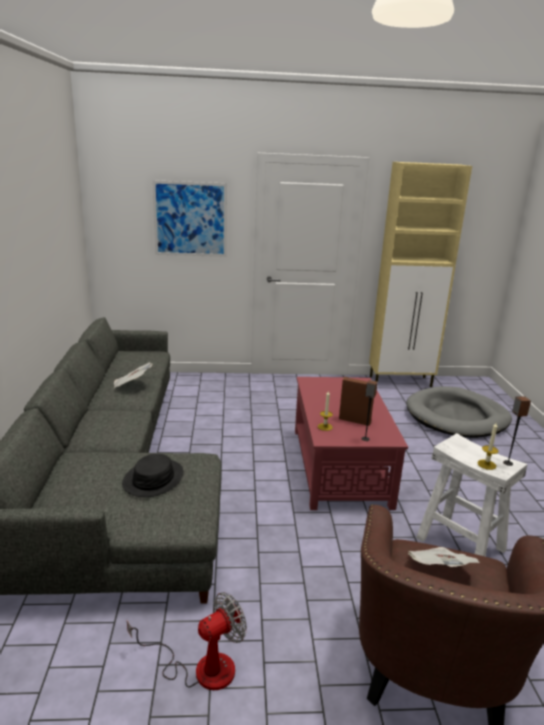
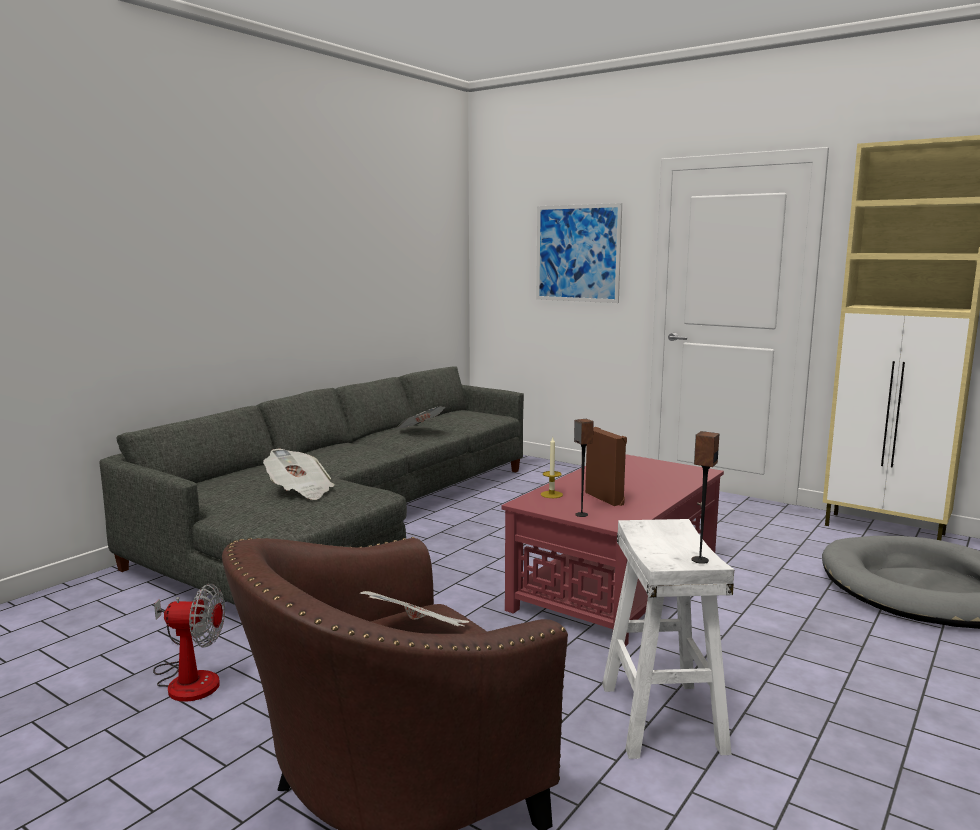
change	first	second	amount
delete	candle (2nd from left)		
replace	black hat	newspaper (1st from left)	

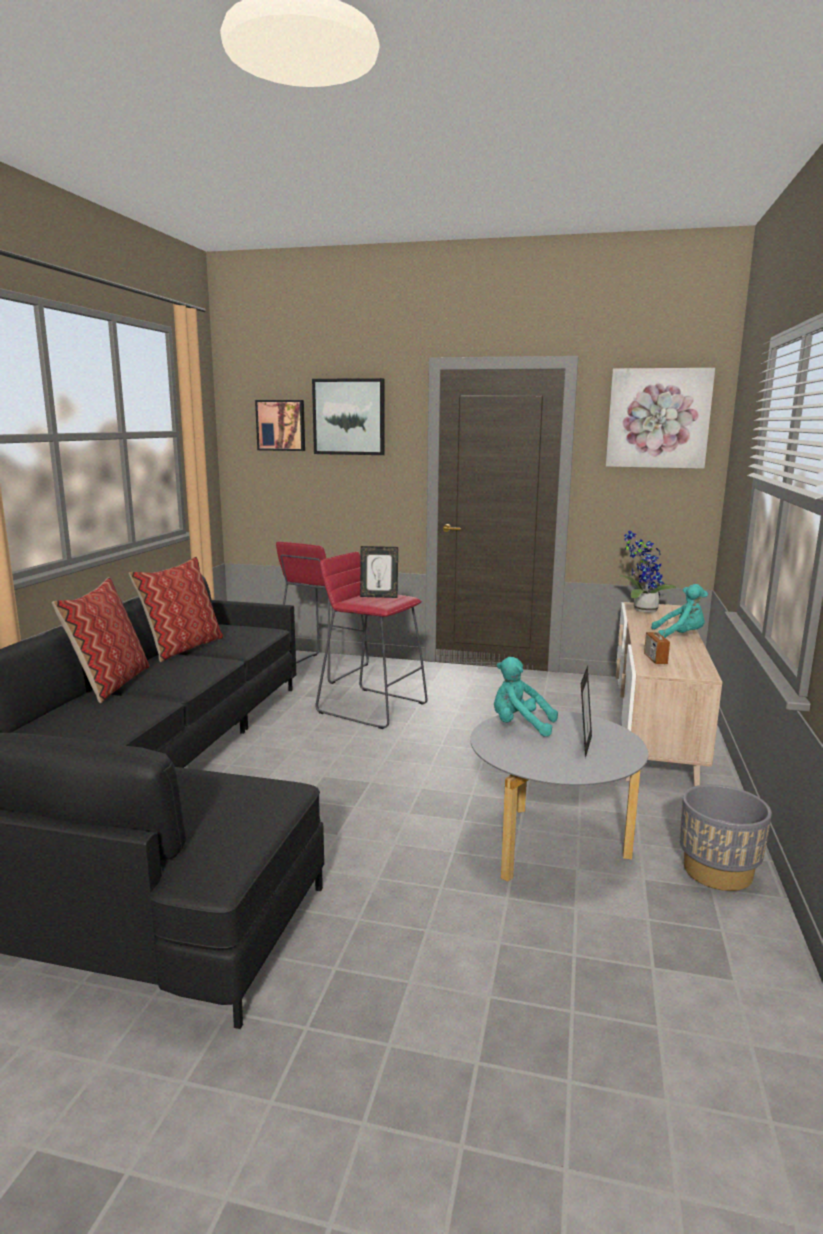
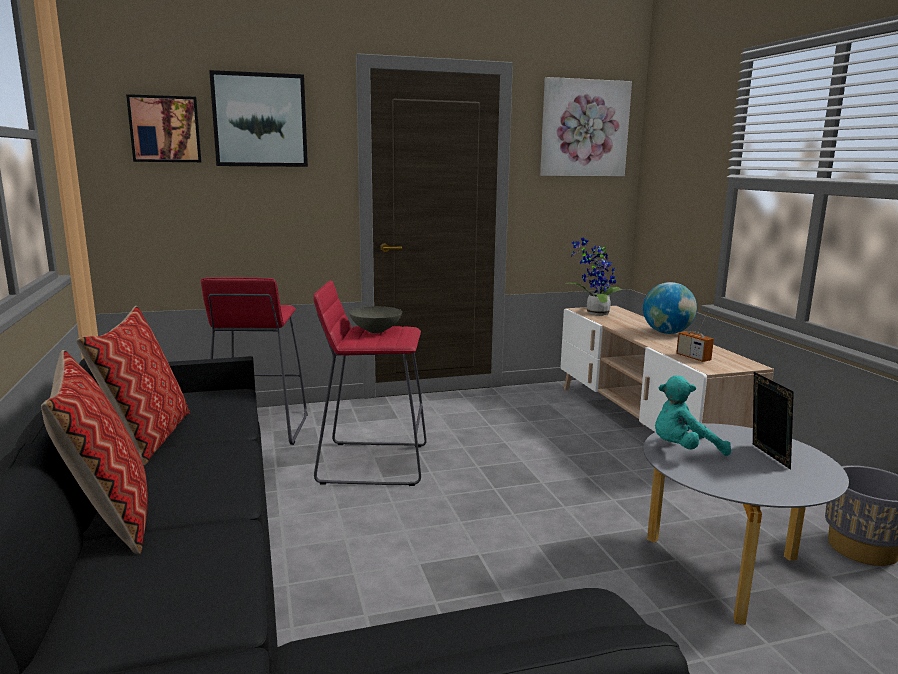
change	first	second	amount
replace	picture frame (1st from left)	grey bowl	
replace	turquoise plush toy (2nd from left)	globe	

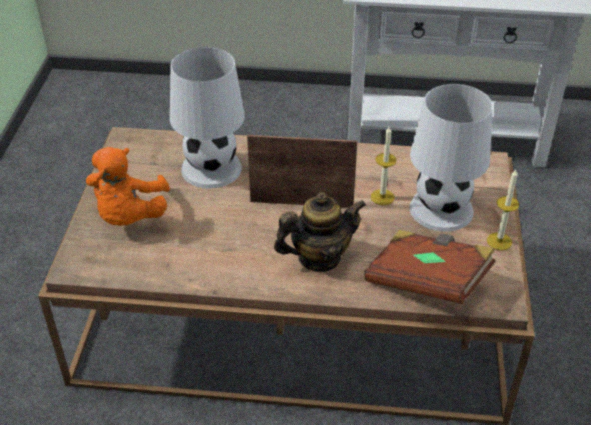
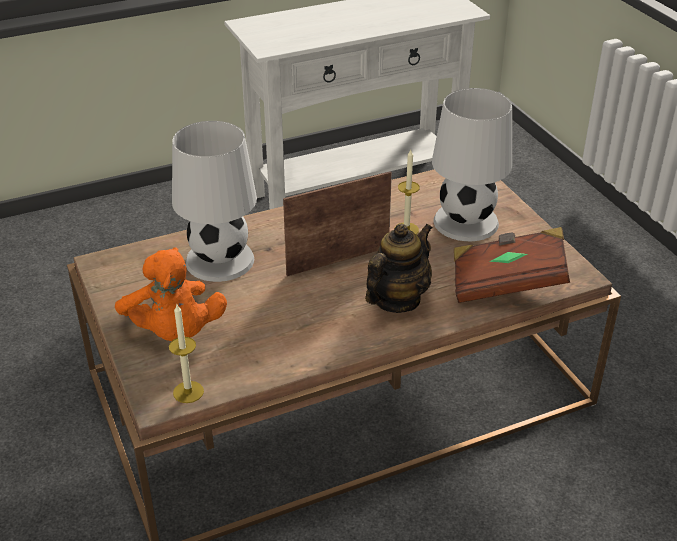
change	first	second	amount
move	candle (2nd from left in the first image)	candle (1st from left)	

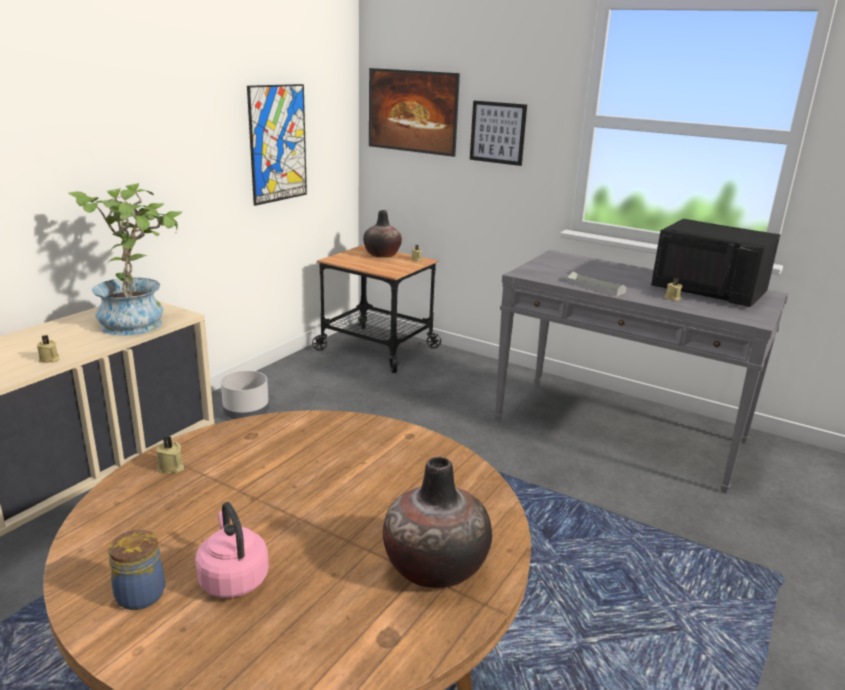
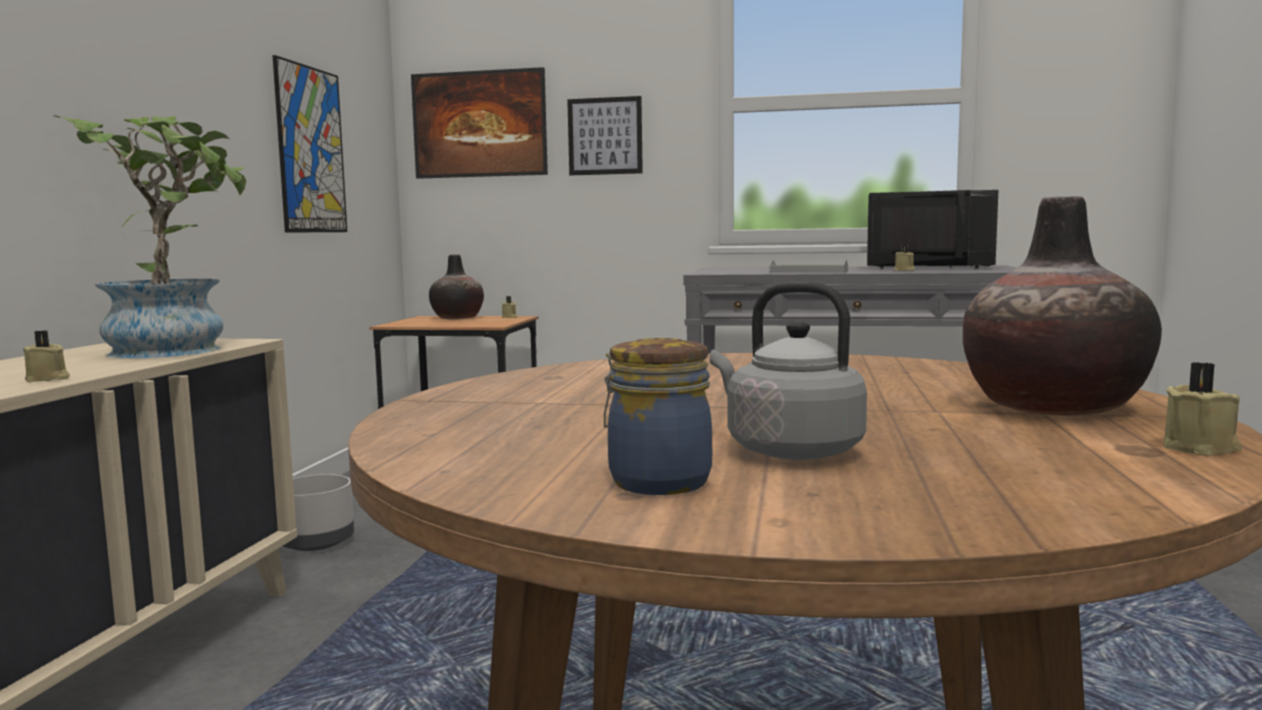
change	first	second	amount
move	beige candle (2nd from left in the first image)	beige candle (4th from left)	
recolor	pink kettle	grey kettle	

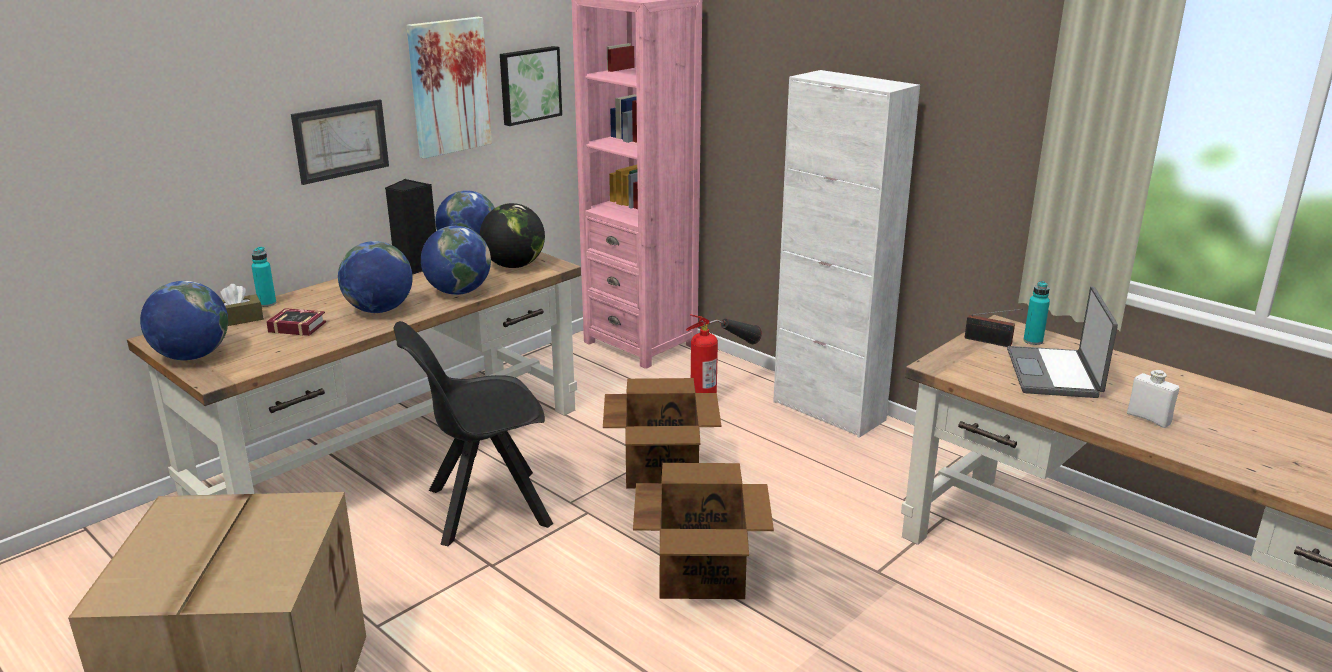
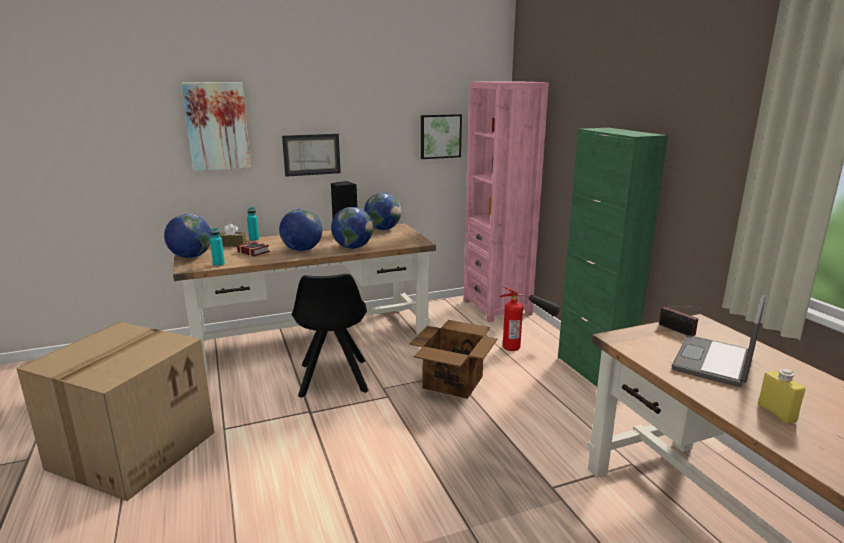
change	first	second	amount
move	picture (2nd from left in the first image)	picture (1st from left)	
recolor	white cabinet	green cabinet	
delete	globe (5th from left)		
move	turquoise bottle (2nd from left in the first image)	turquoise bottle (1st from left)	
rotate	black chair		105 degrees counterclockwise
recolor	white bottle	yellow bottle	
delete	cardboard box (3rd from left)		

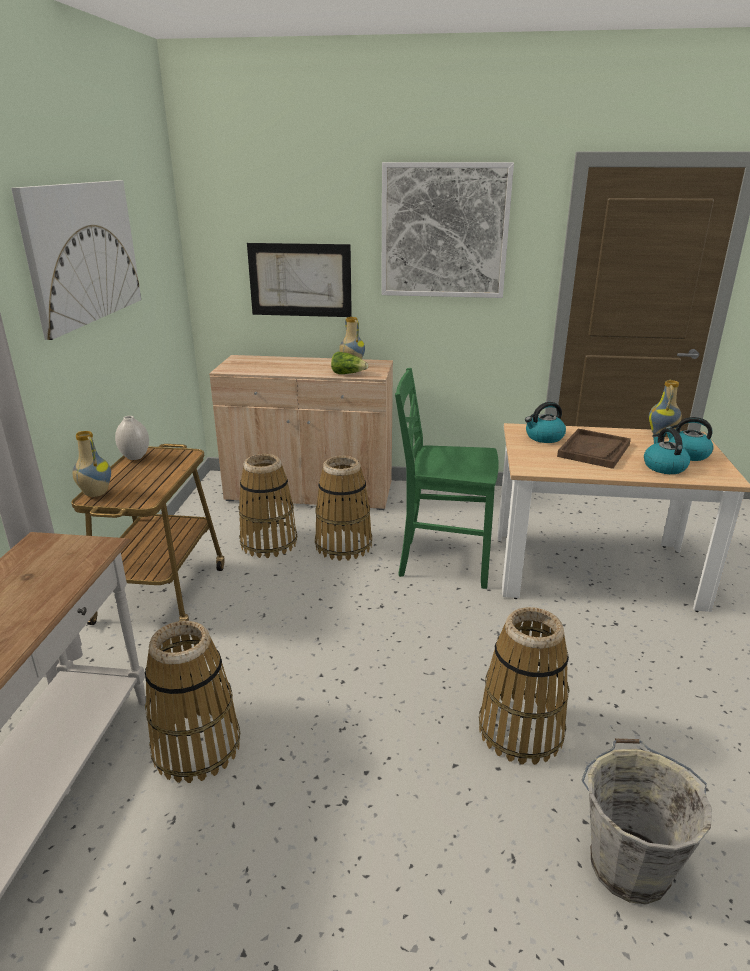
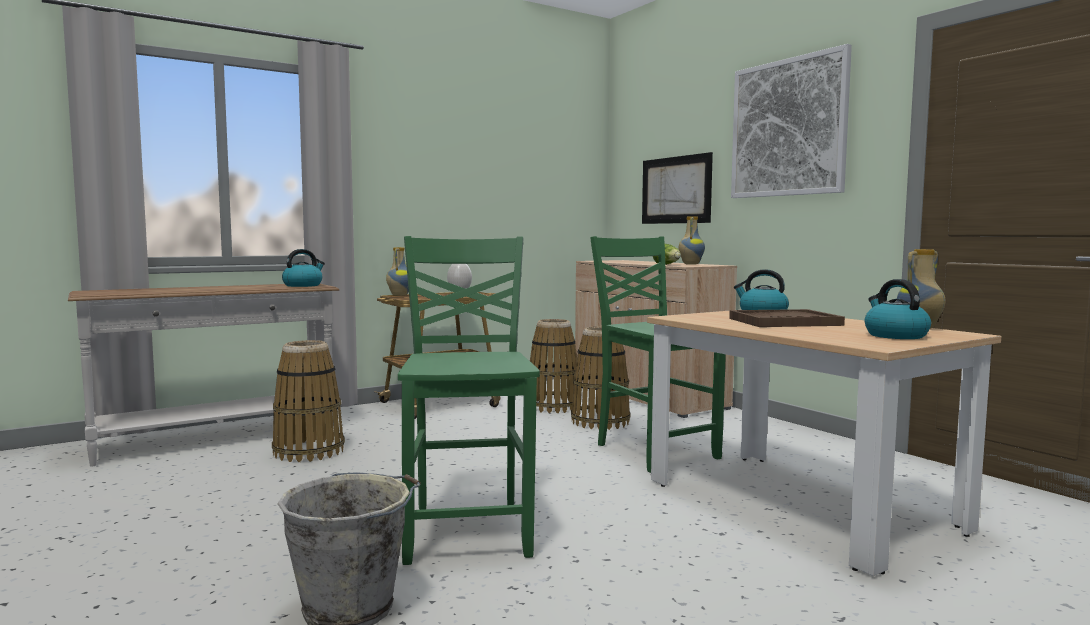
change	first	second	amount
delete	picture (1st from left)		
move	kettle (2nd from left in the first image)	kettle (1st from left)	
replace	basket (4th from left)	green chair (1st from left)	

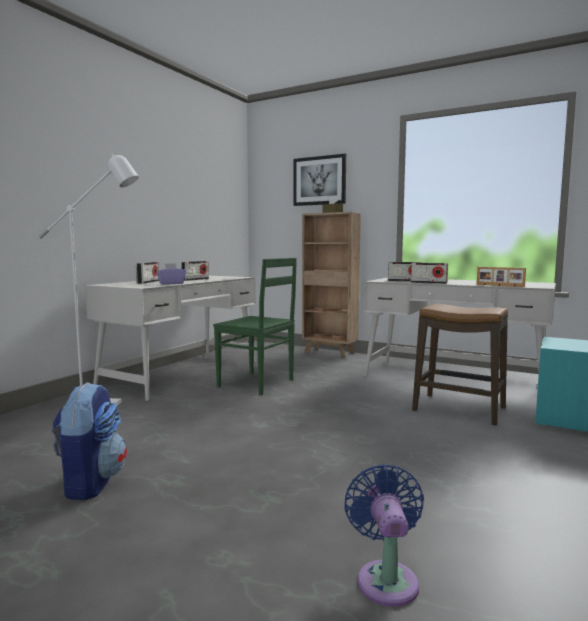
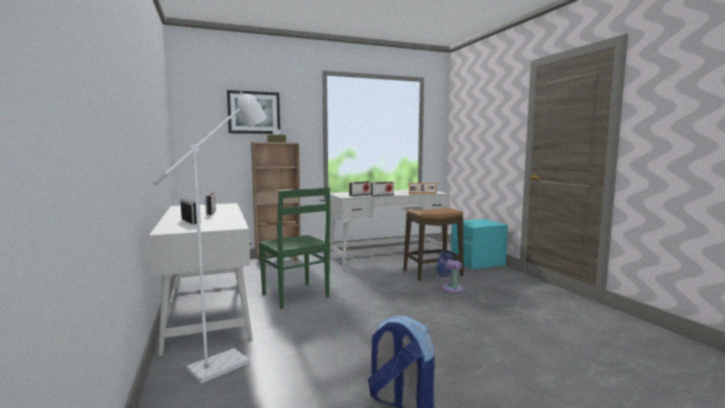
change	first	second	amount
rotate	green chair		75 degrees clockwise
delete	purple tissue box		
move	blue fan		

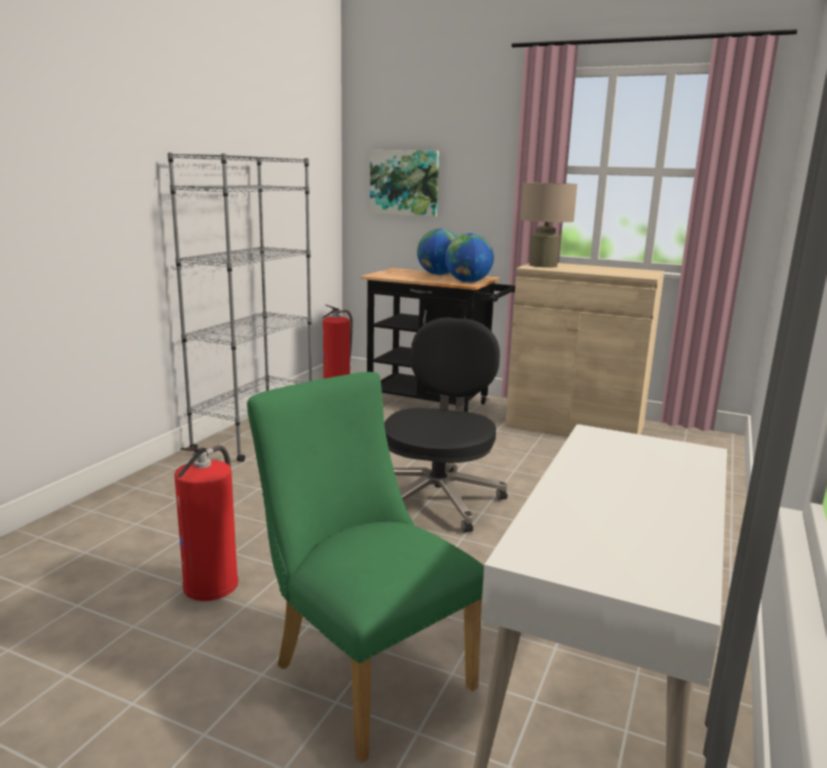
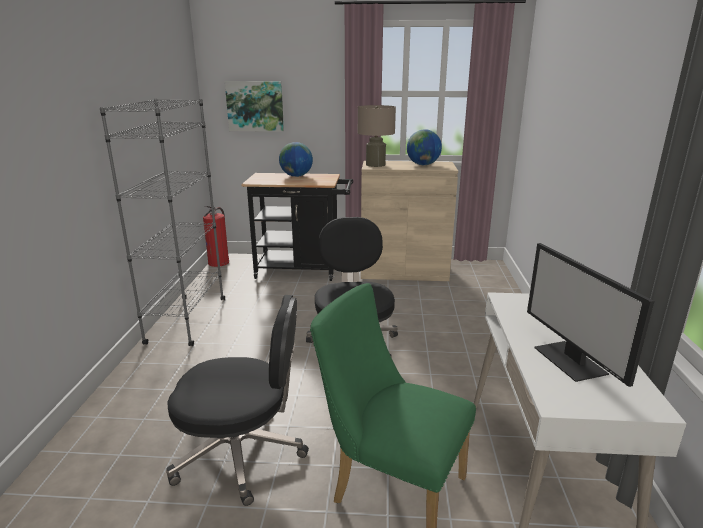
change	first	second	amount
move	globe (2nd from left)		
replace	fire extinguisher (1st from left)	black office chair (1st from left)	
insert		monitor	

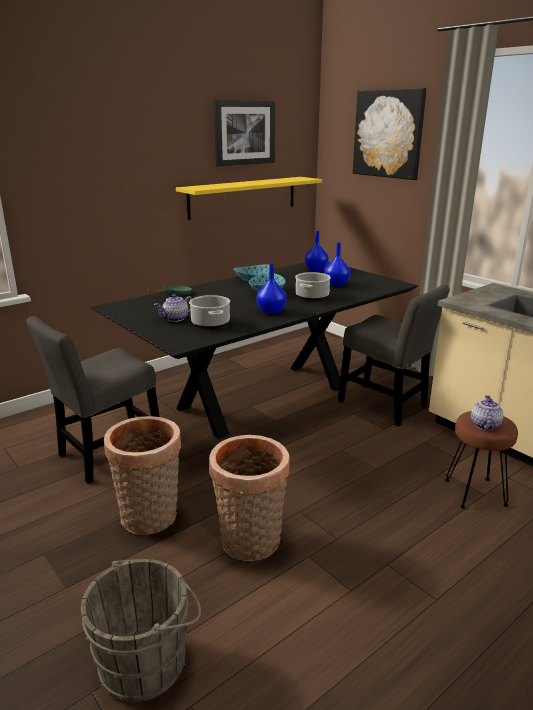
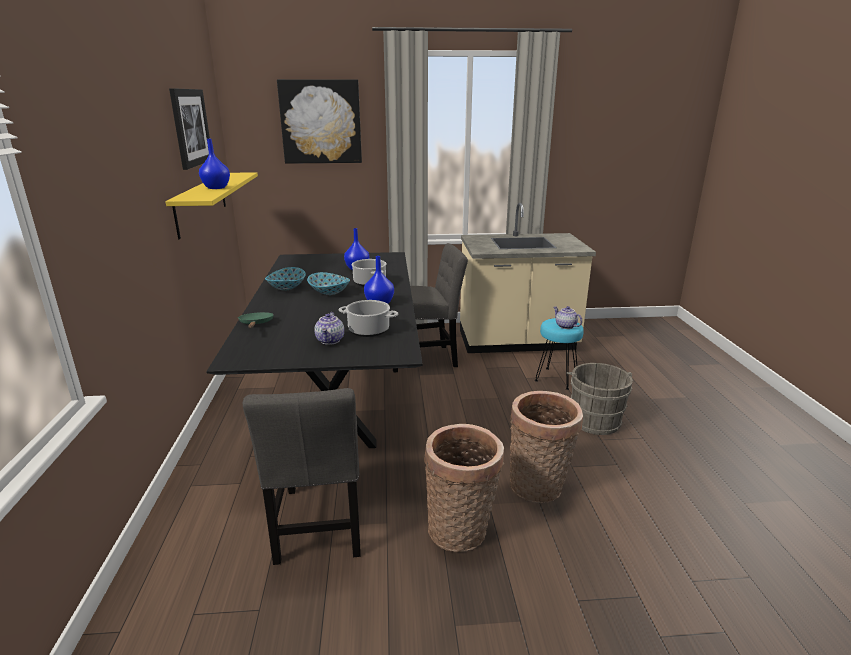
change	first	second	amount
move	blue vase (2nd from left in the first image)	blue vase (1st from left)	
recolor	brown stool	turquoise stool	
move	grey bucket		

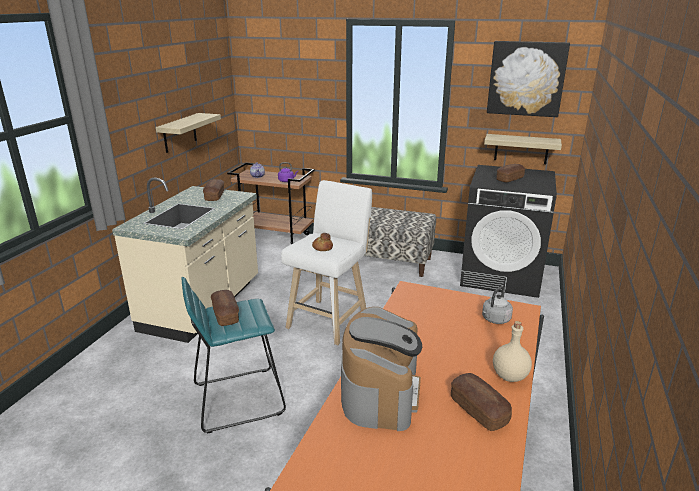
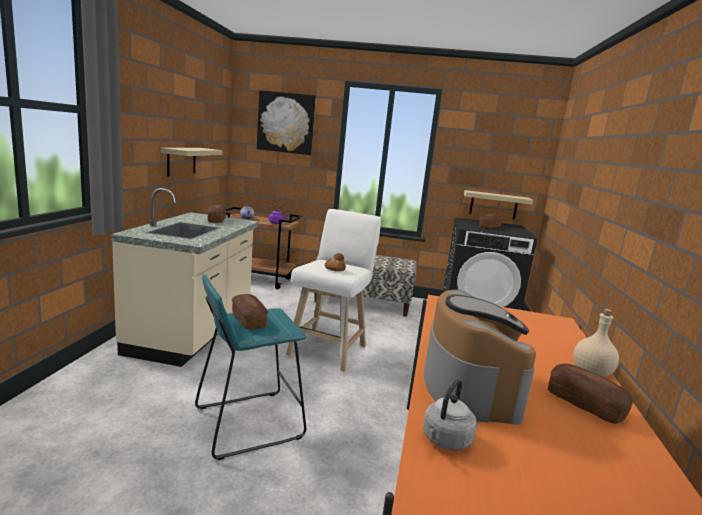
change	first	second	amount
move	picture		
move	grey kettle		

